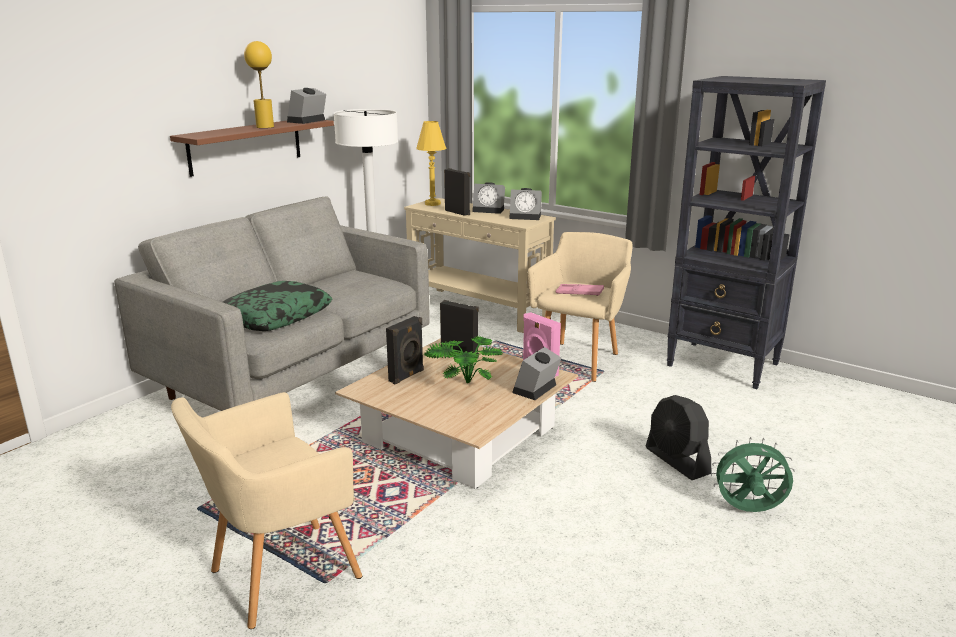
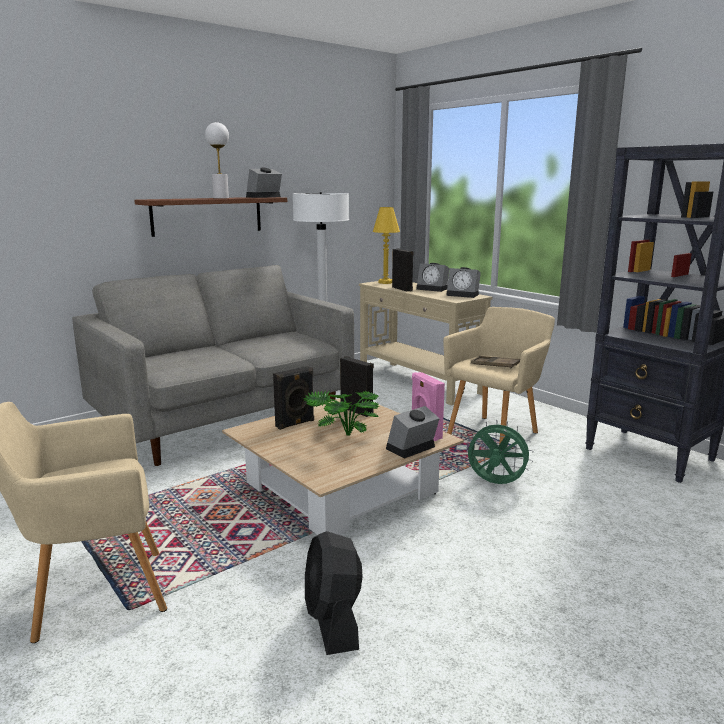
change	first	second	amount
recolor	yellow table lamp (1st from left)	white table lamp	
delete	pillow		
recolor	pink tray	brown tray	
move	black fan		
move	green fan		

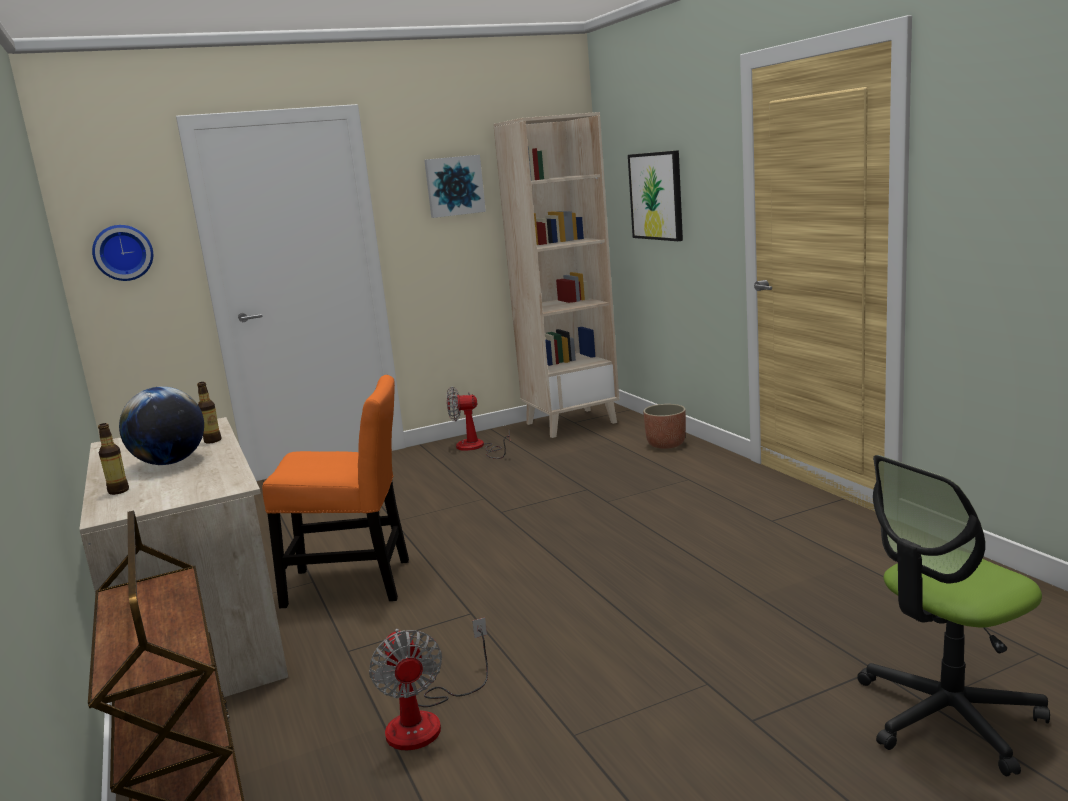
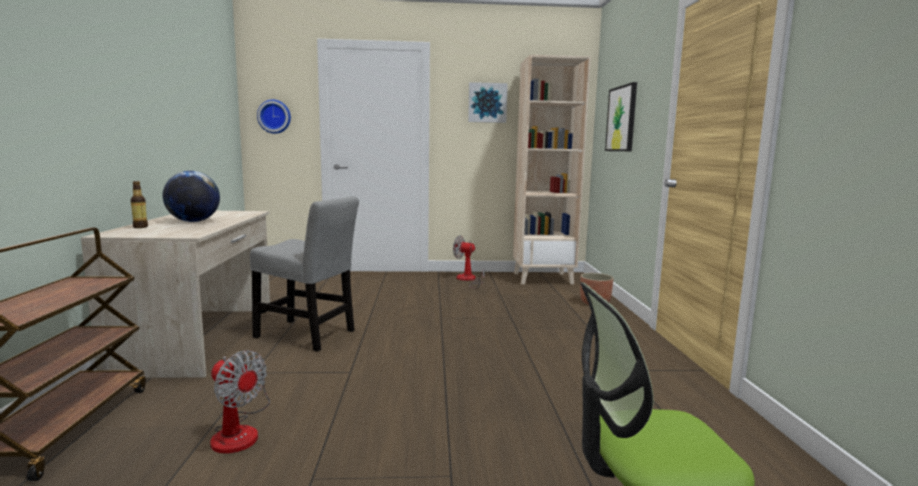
change	first	second	amount
recolor	orange chair	grey chair	
delete	bottle (2nd from left)		
rotate	fan (1st from left)		60 degrees counterclockwise

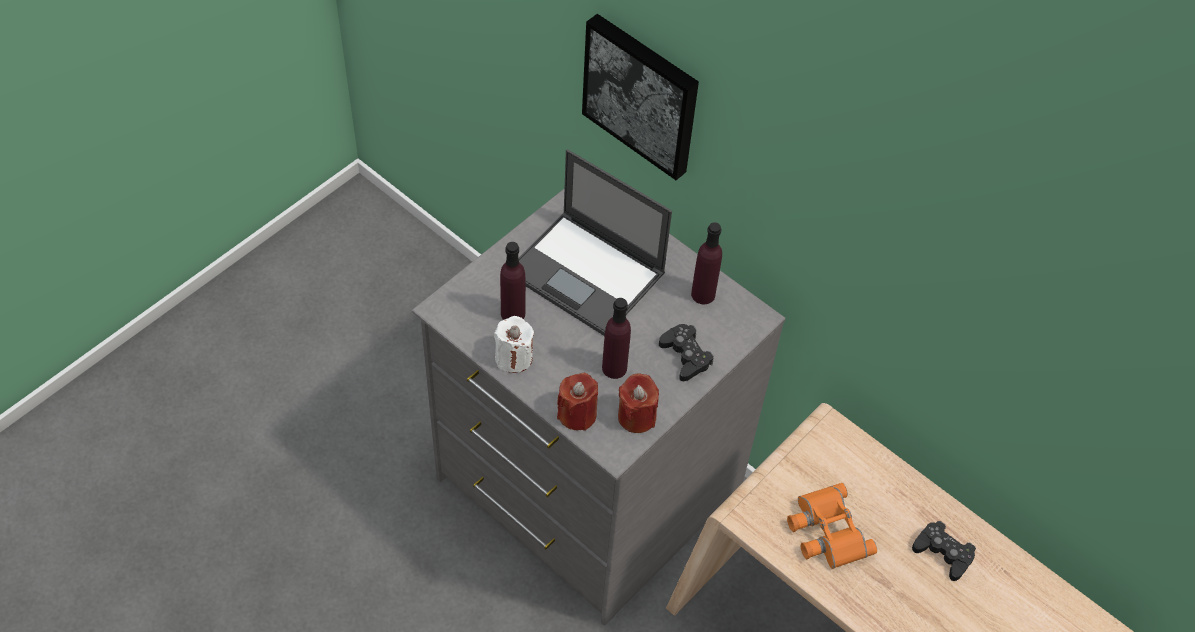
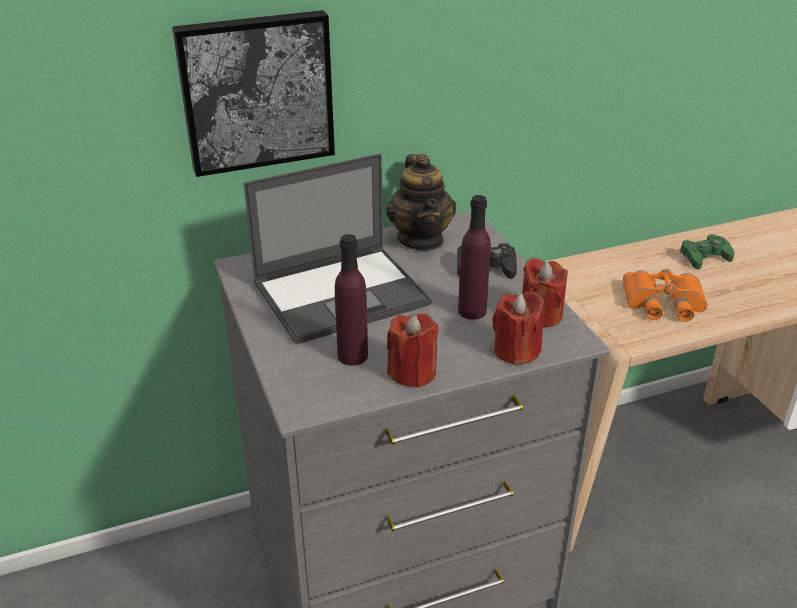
change	first	second	amount
replace	purple bottle (3rd from left)	teapot	
recolor	white candle	red candle (1st from left)	
recolor	black game controller (2nd from left)	green game controller	

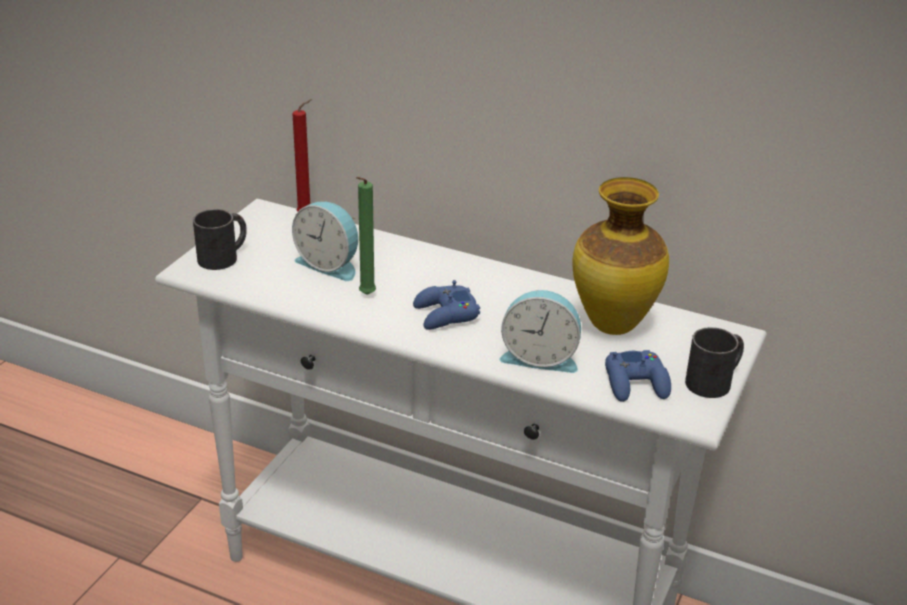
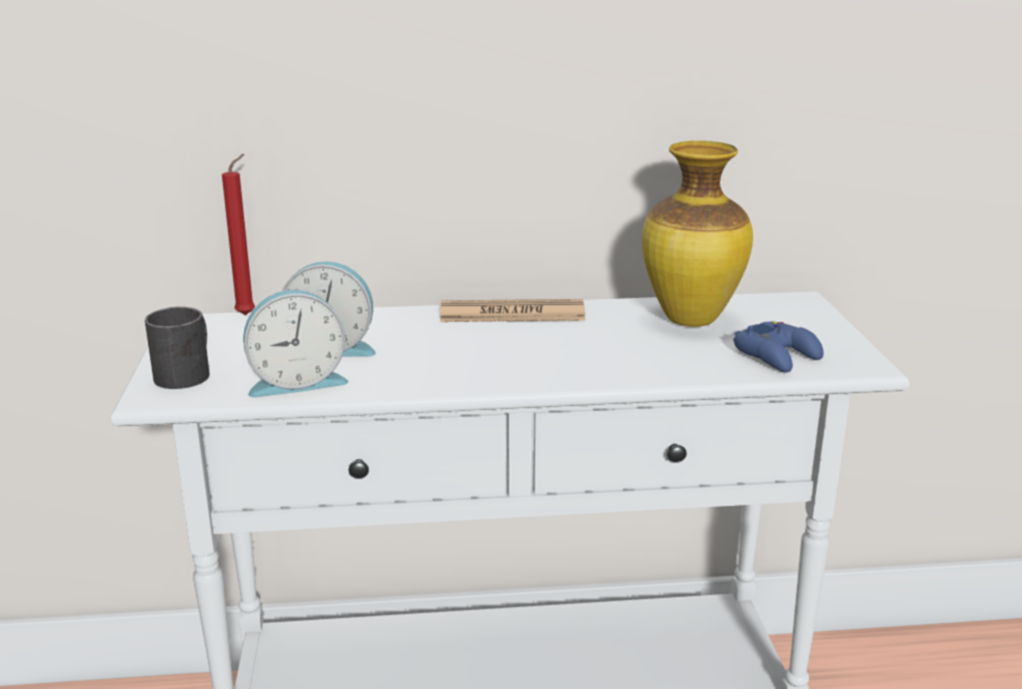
change	first	second	amount
delete	green candle		
delete	blue game controller (1st from left)		
move	alarm clock (2nd from left in the first image)	alarm clock (1st from left)	
delete	black mug (2nd from left)		
insert		newspaper	

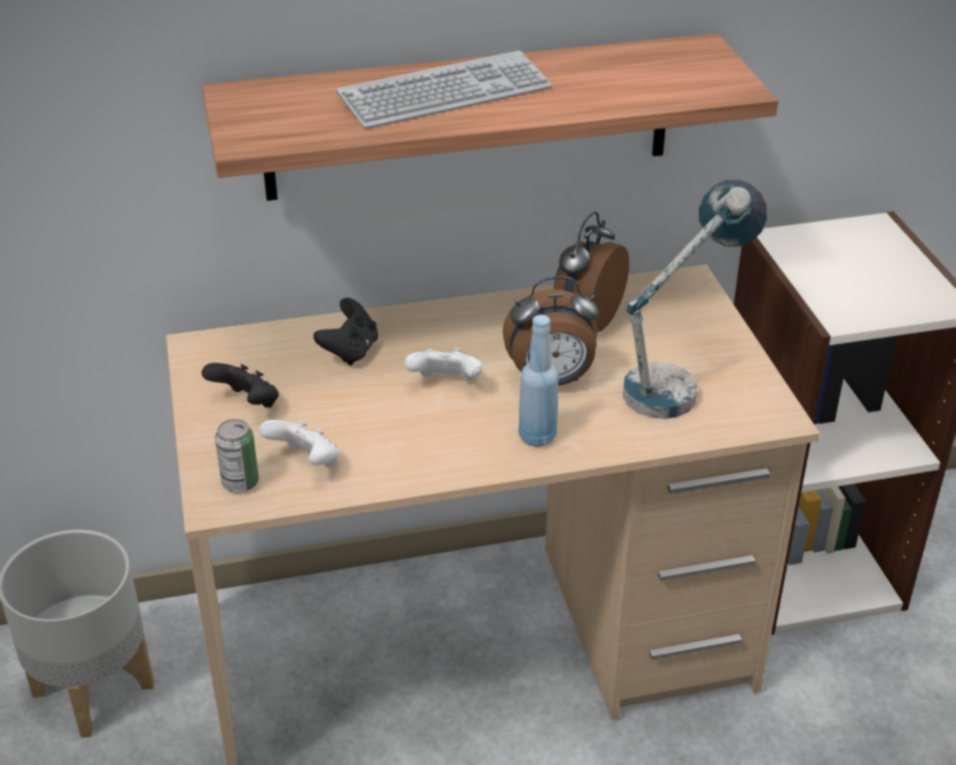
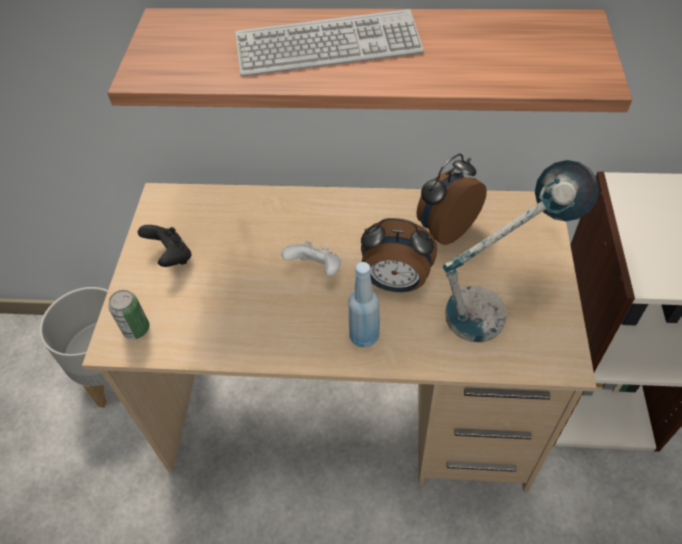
change	first	second	amount
delete	black game controller (2nd from left)		
delete	white game controller (1st from left)		

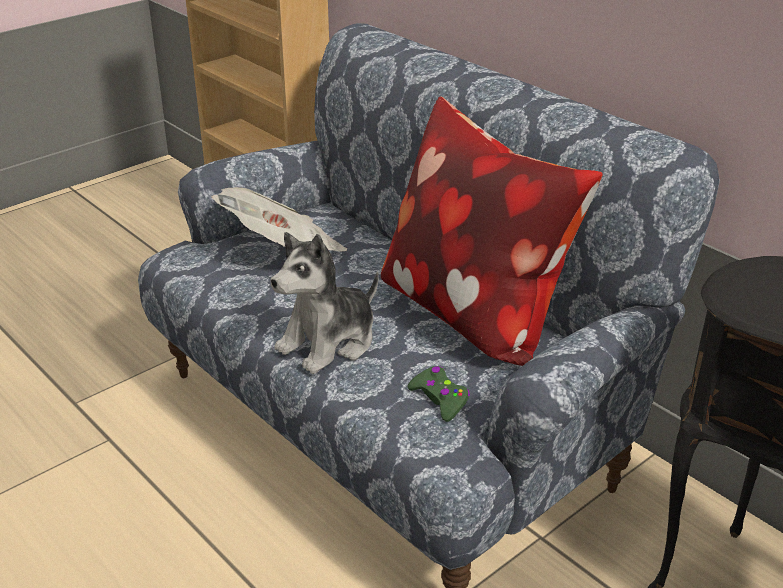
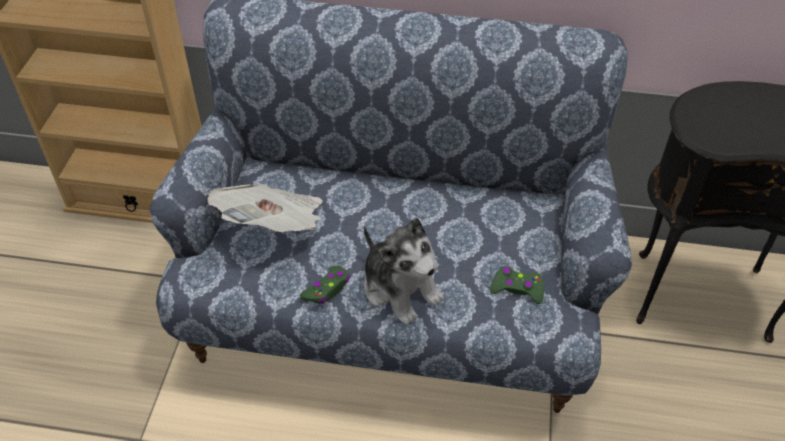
change	first	second	amount
delete	pillow		
rotate	plush toy		45 degrees counterclockwise
insert		green game controller (1st from left)	

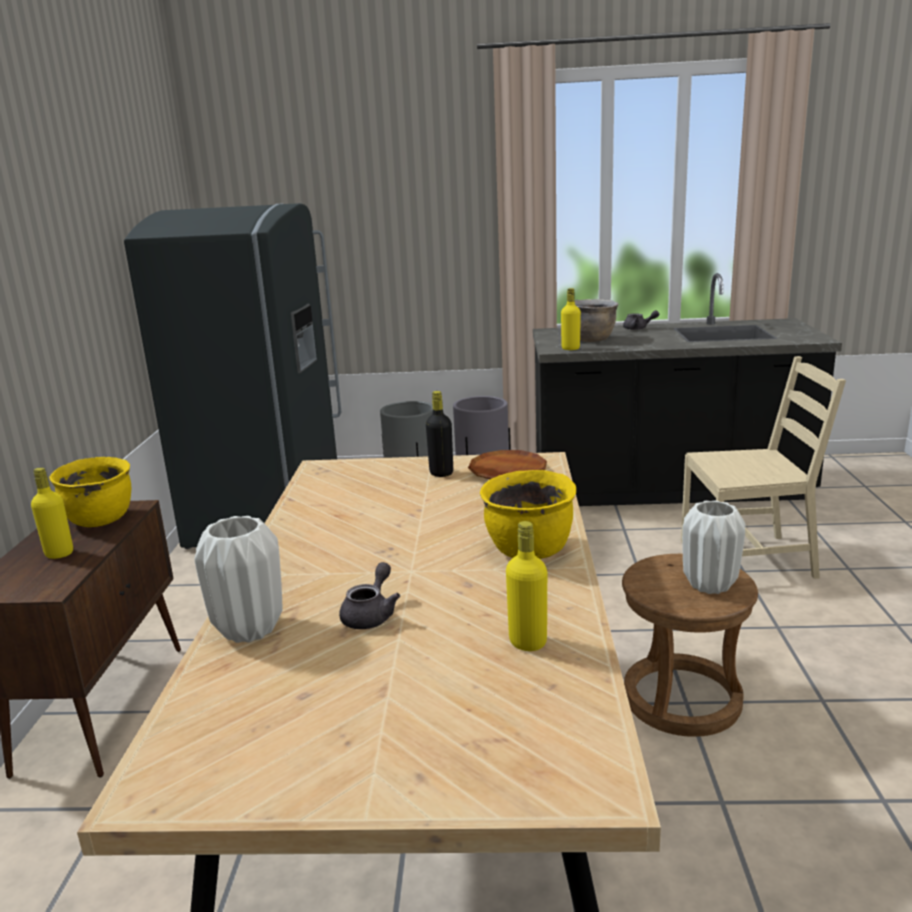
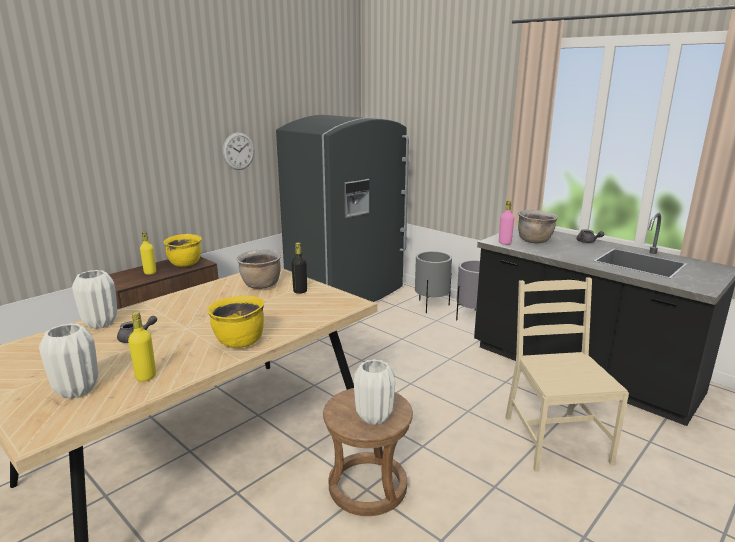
change	first	second	amount
recolor	yellow bottle (3rd from left)	pink bottle	
rotate	beige chair		135 degrees counterclockwise
delete	brown plate		
insert		wall clock	
insert		brown cooking pot (1st from left)	
insert		white vase (1st from left)	

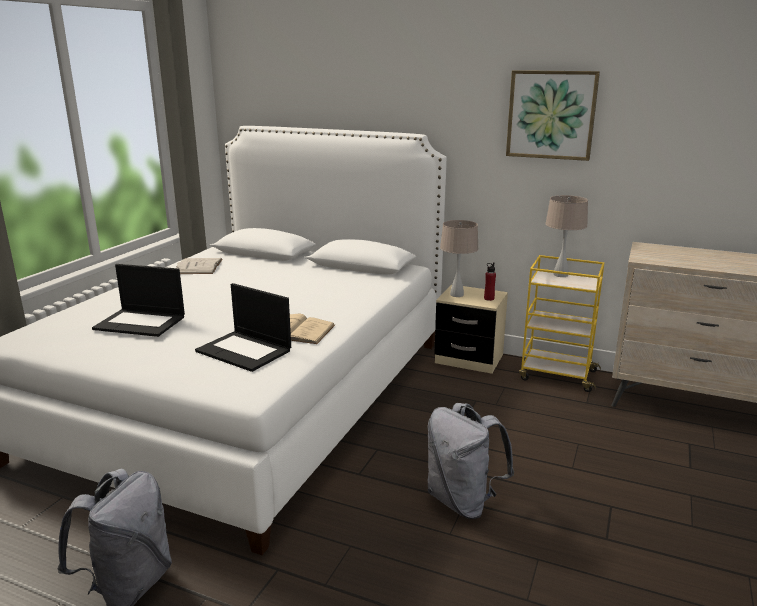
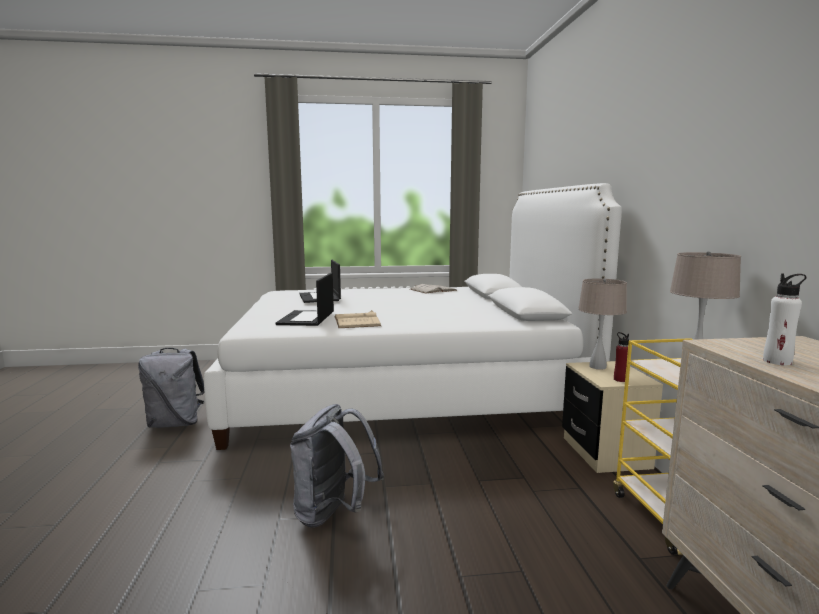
change	first	second	amount
delete	picture		
insert		white bottle	

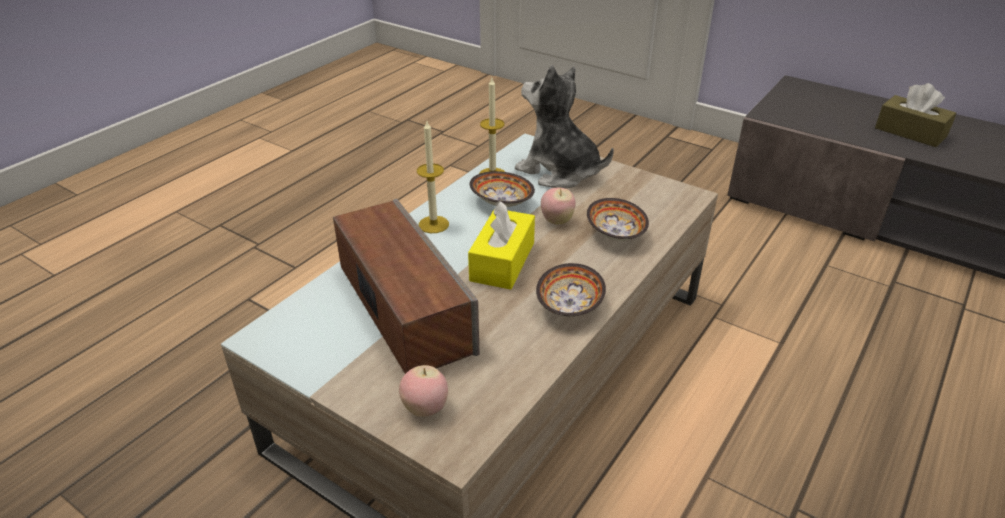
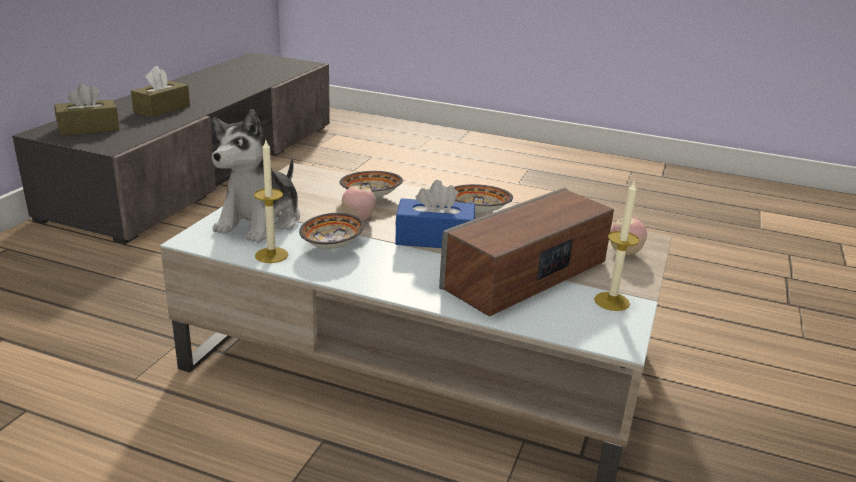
change	first	second	amount
move	candle (1st from left in the first image)	candle (2nd from left)	
recolor	yellow tissue box	blue tissue box	
insert		brown tissue box (1st from left)	

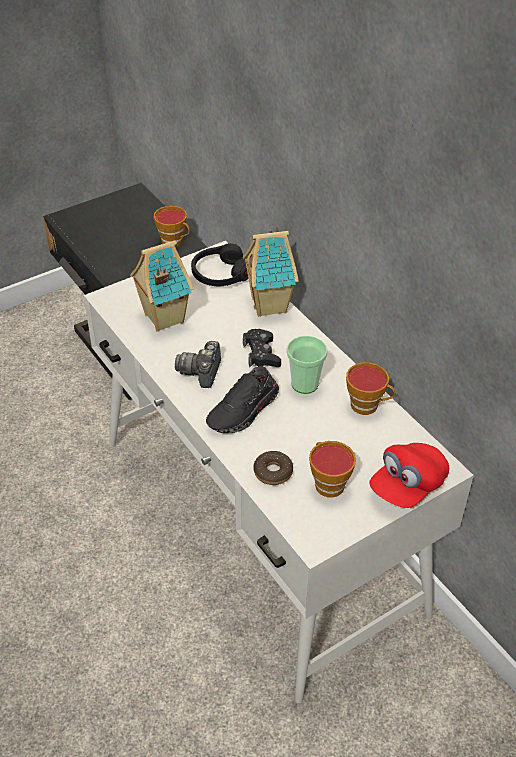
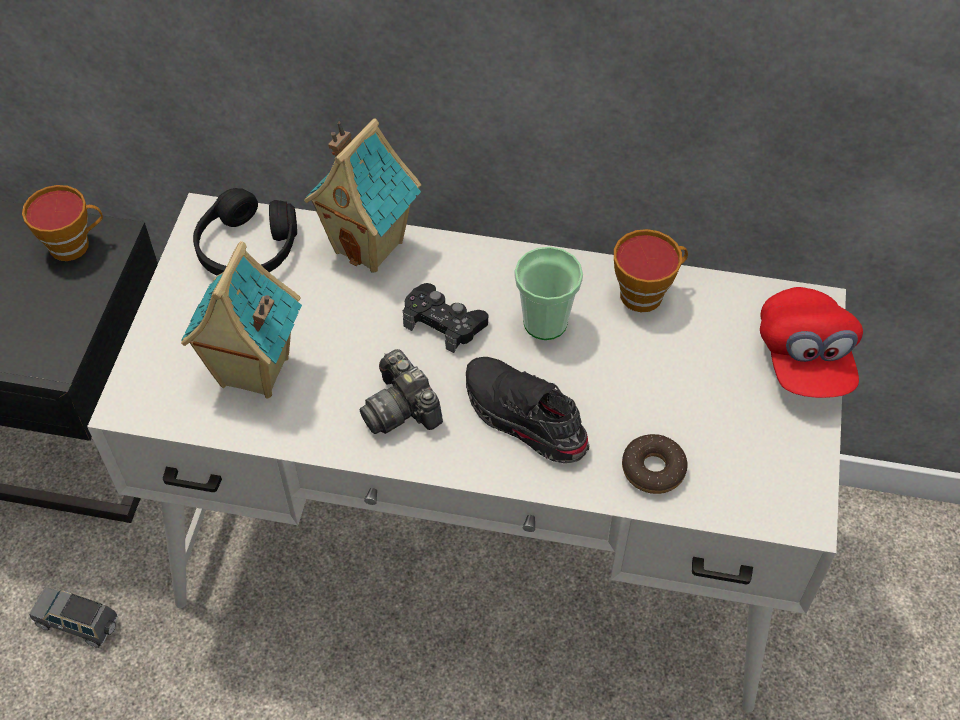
change	first	second	amount
rotate	black shoe		135 degrees clockwise
delete	cup (3rd from left)		
insert		grey toy car	

